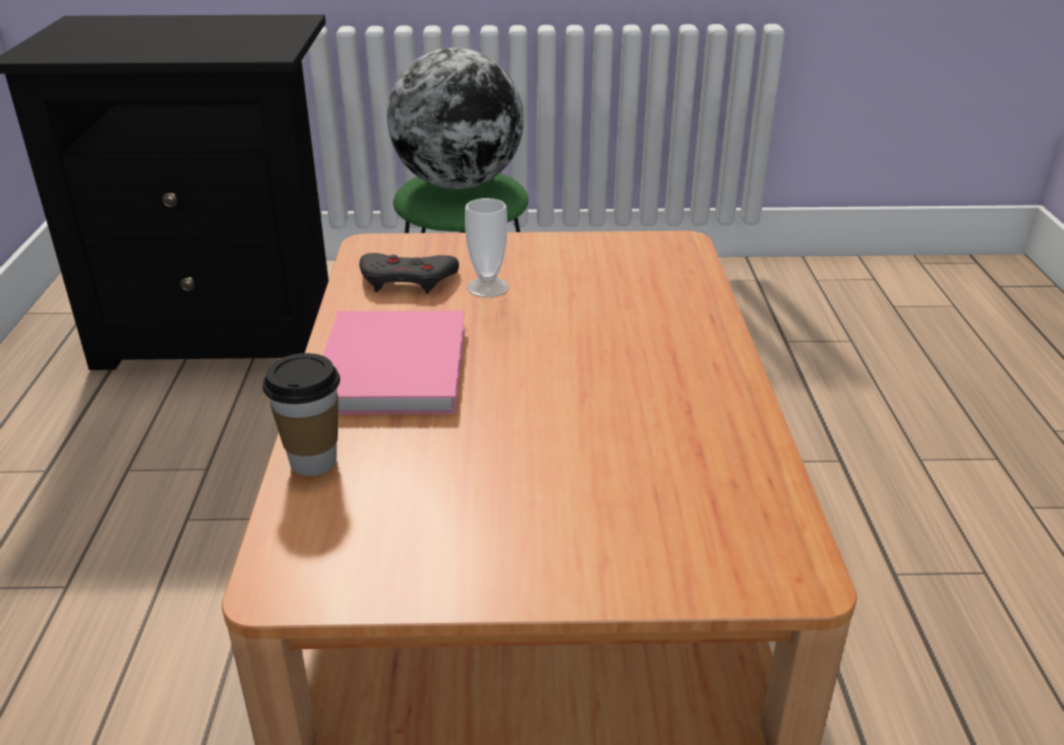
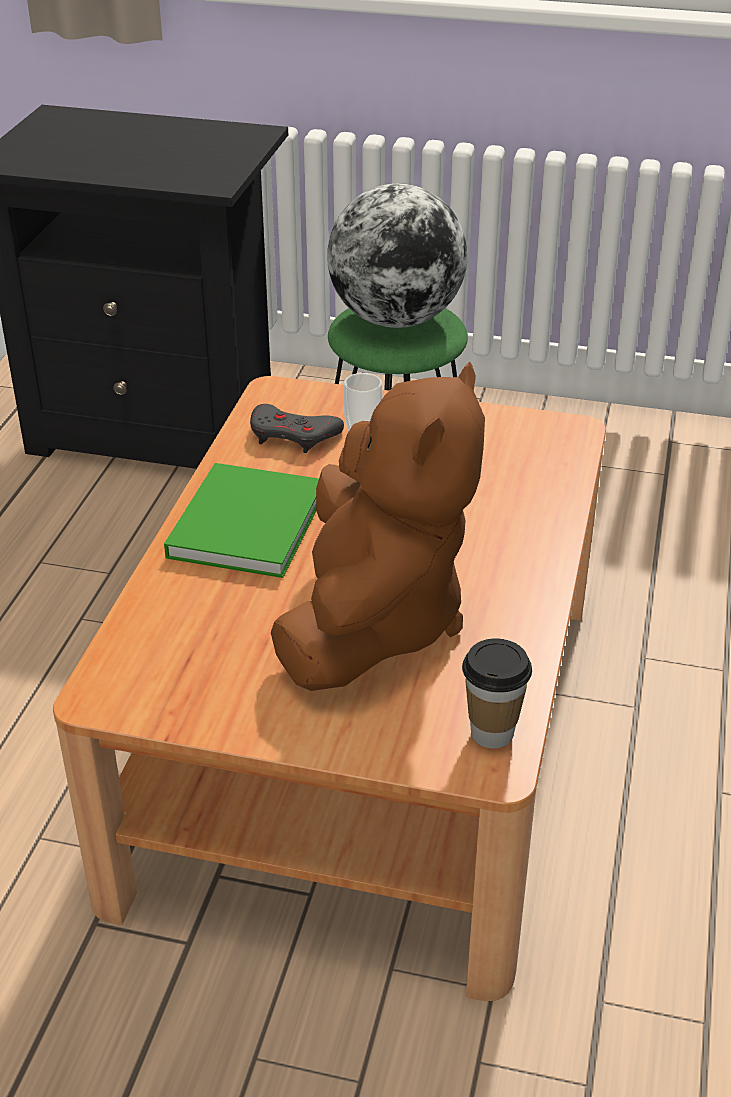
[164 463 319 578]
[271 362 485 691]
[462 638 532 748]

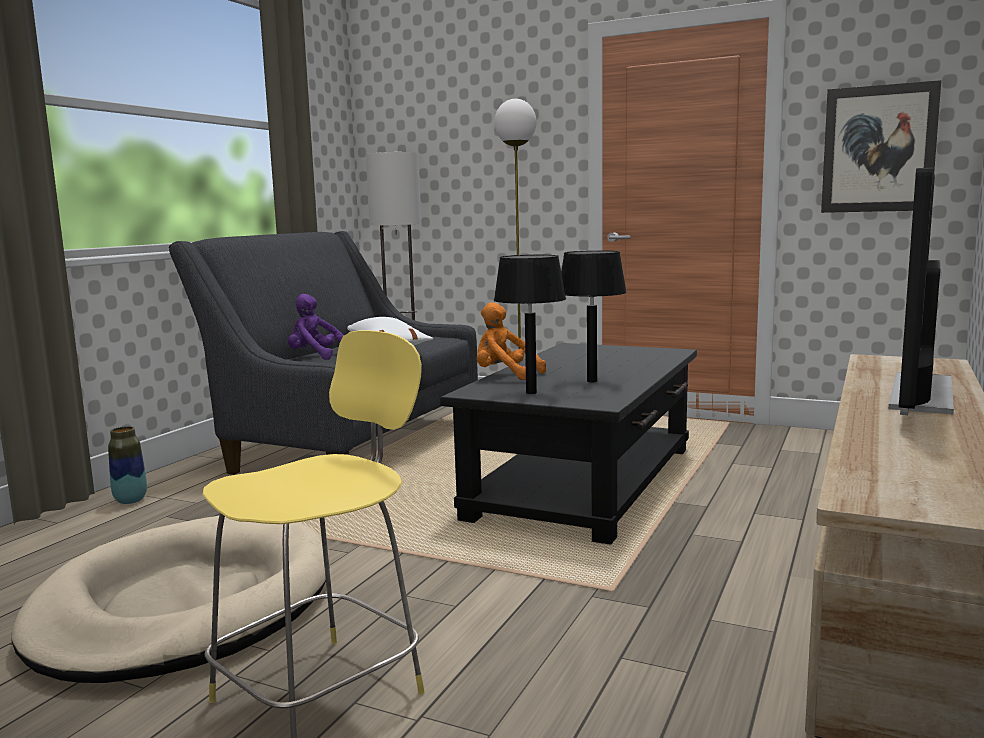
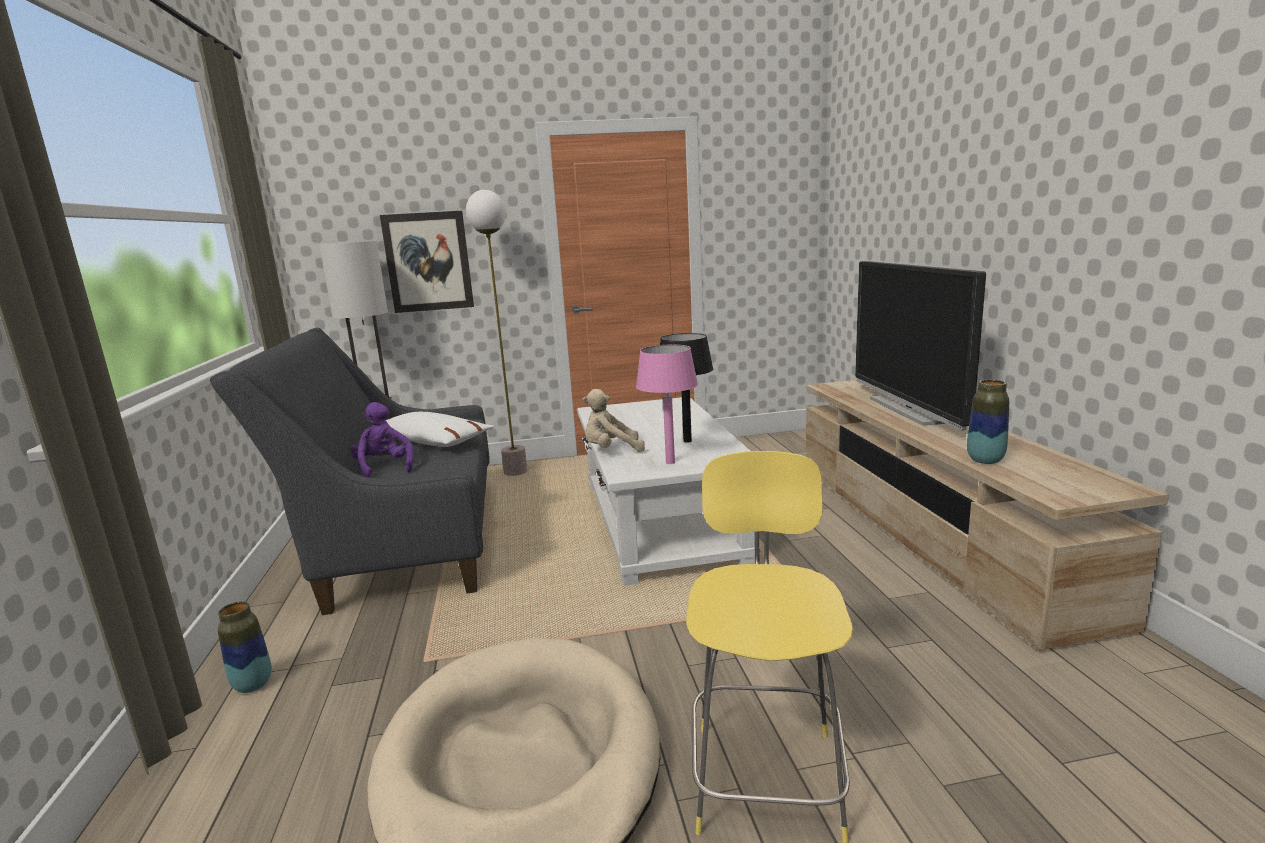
[350 402 414 477]
[380 211 474 313]
[577 397 760 586]
[583 389 645 452]
[636 345 698 464]
[967 380 1009 464]

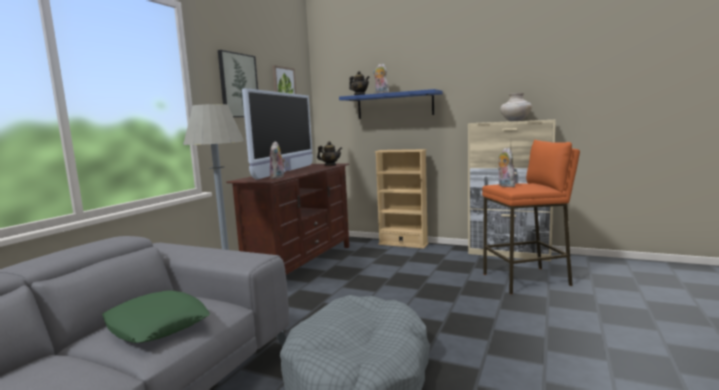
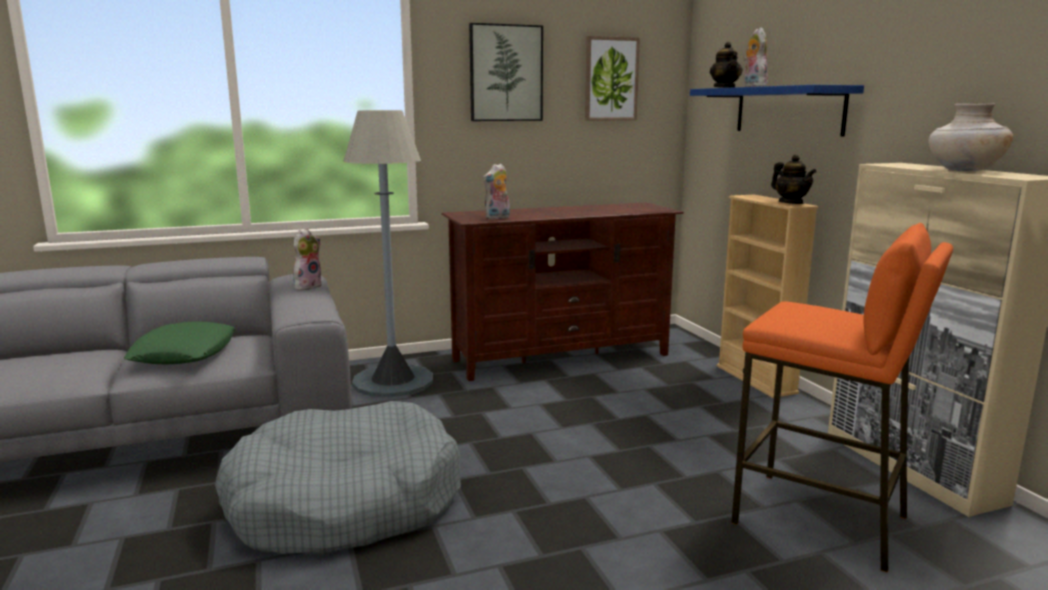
[293 229 322 290]
[771 155 817 204]
[242 88 313 180] (first image)

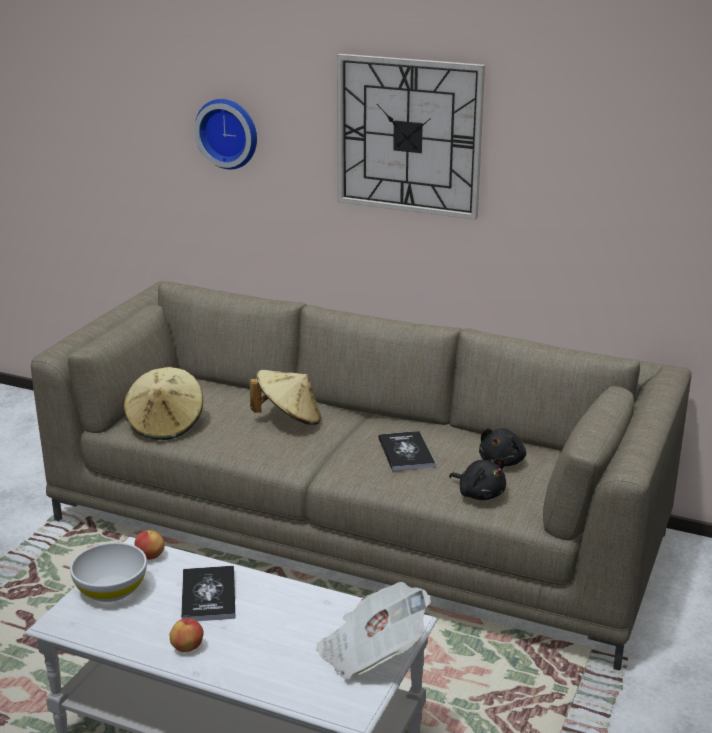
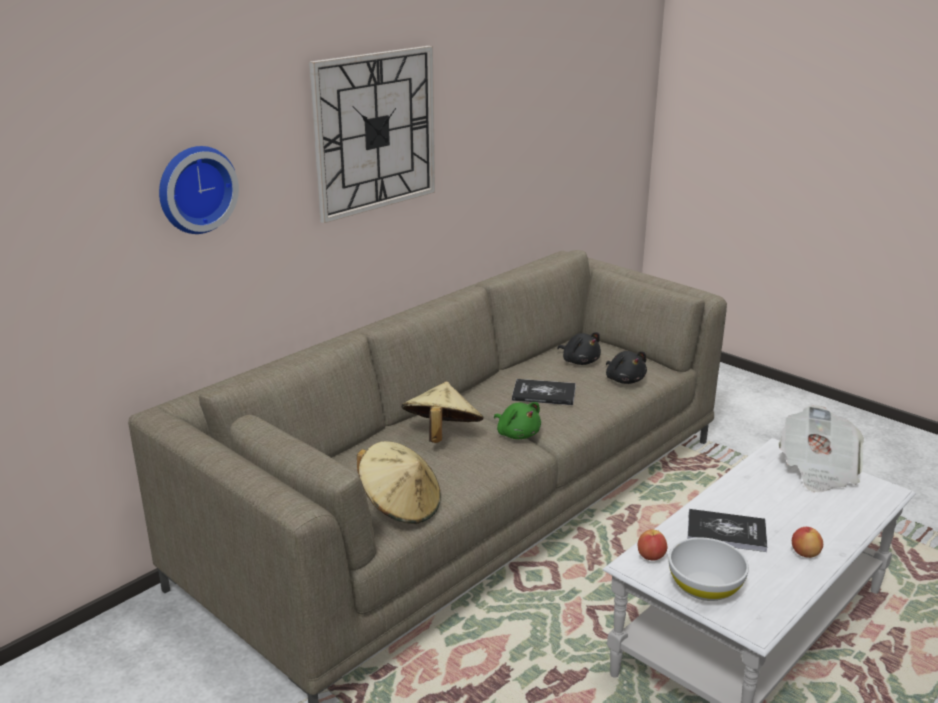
[494 402 541 439]
[606 351 647 384]

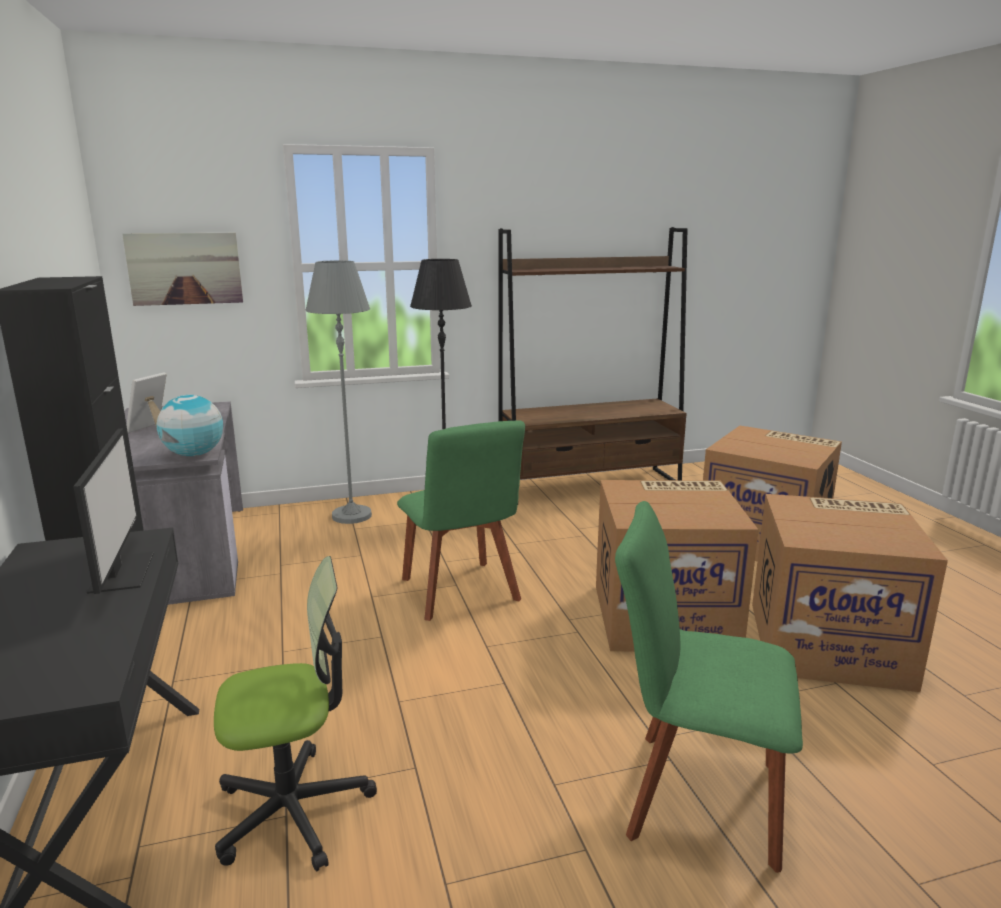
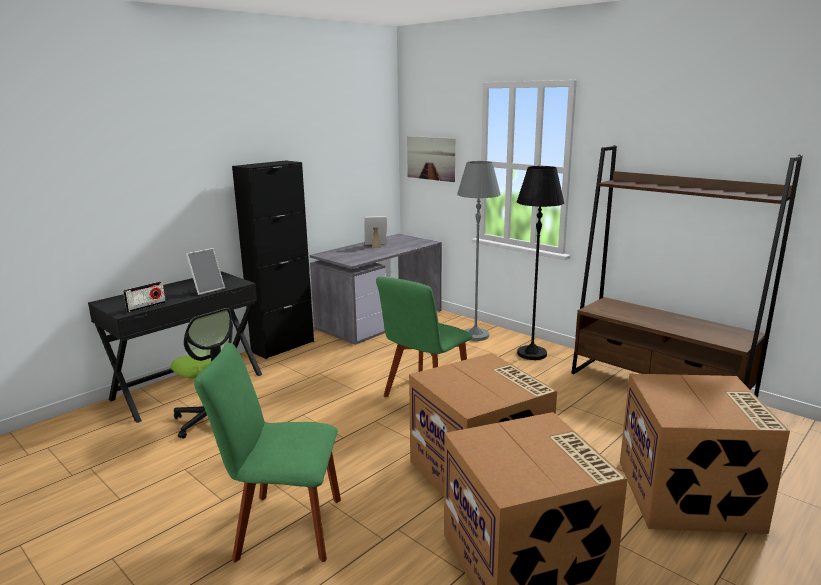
[123 282 166 312]
[186 248 225 295]
[194 343 341 563]
[157 395 223 456] (first image)

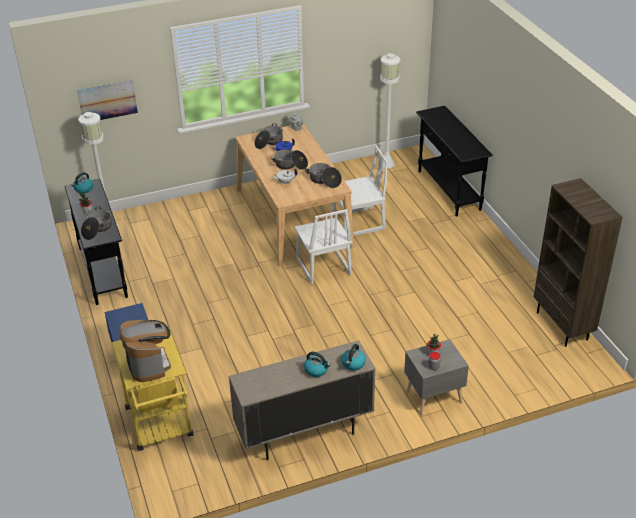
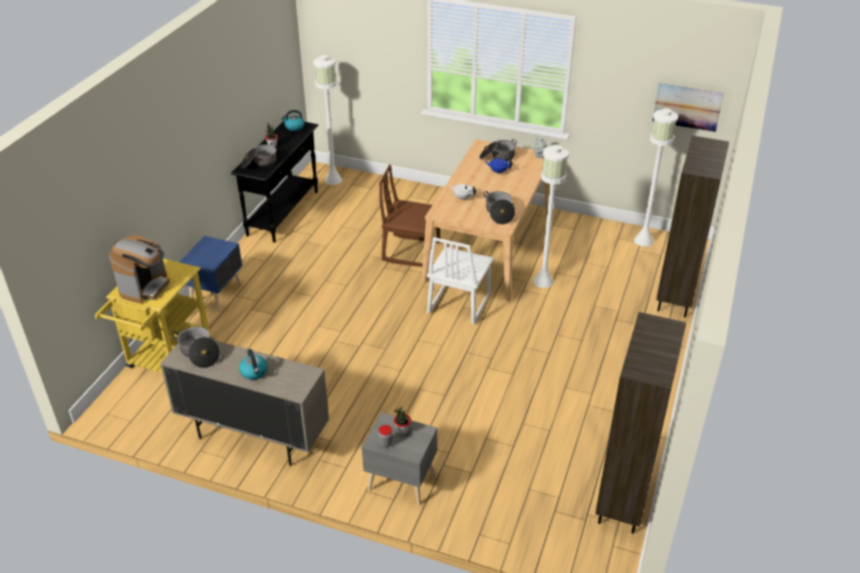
[172 326 220 368]
[379 164 440 267]
[533 145 569 288]
[652 83 724 132]
[656 136 729 317]
[341 344 366 371] (first image)

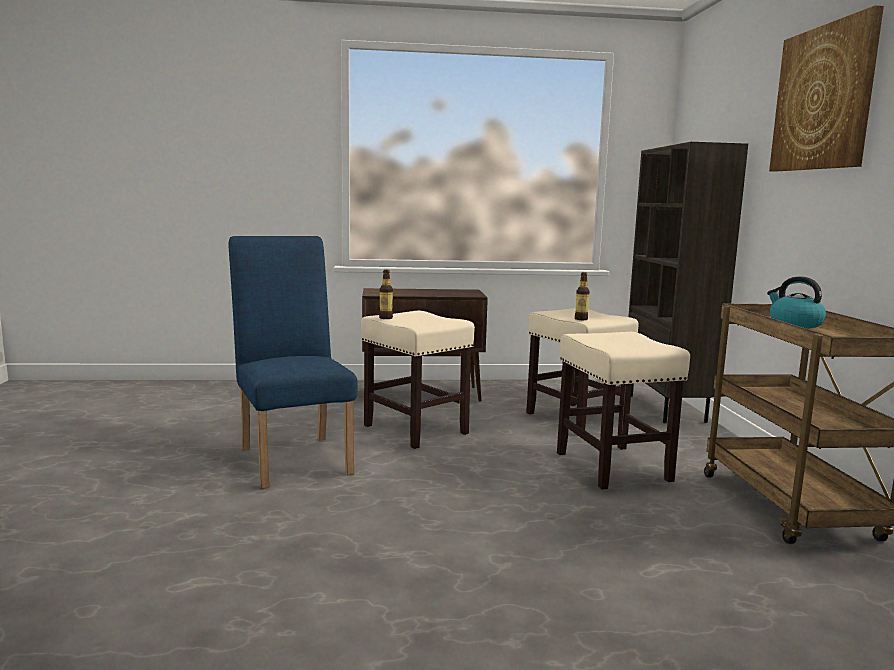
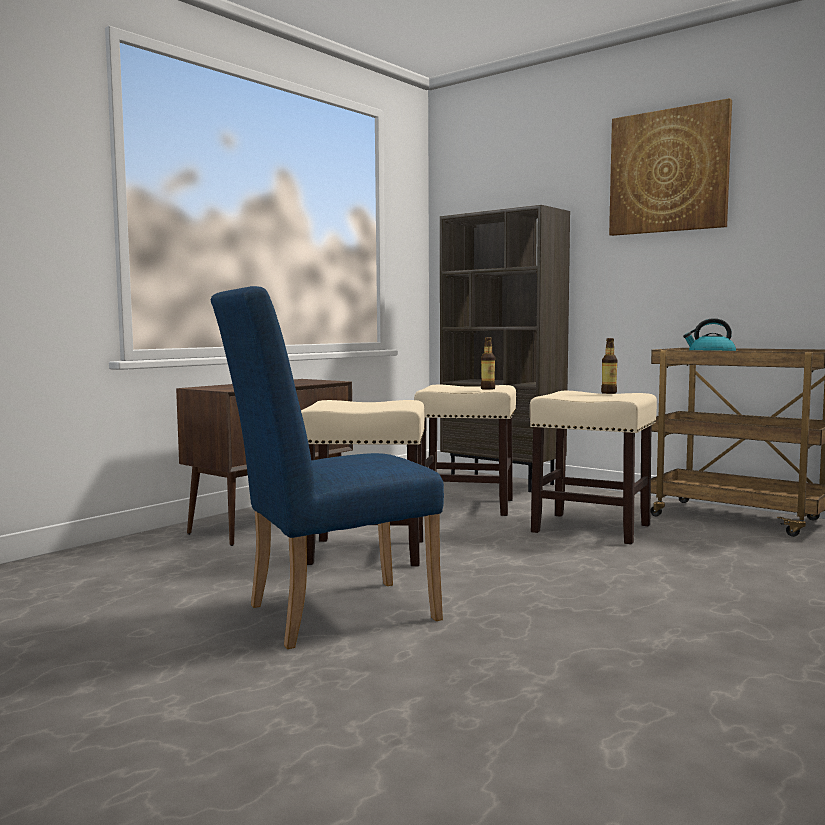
[211 286 444 649]
[601 338 617 394]

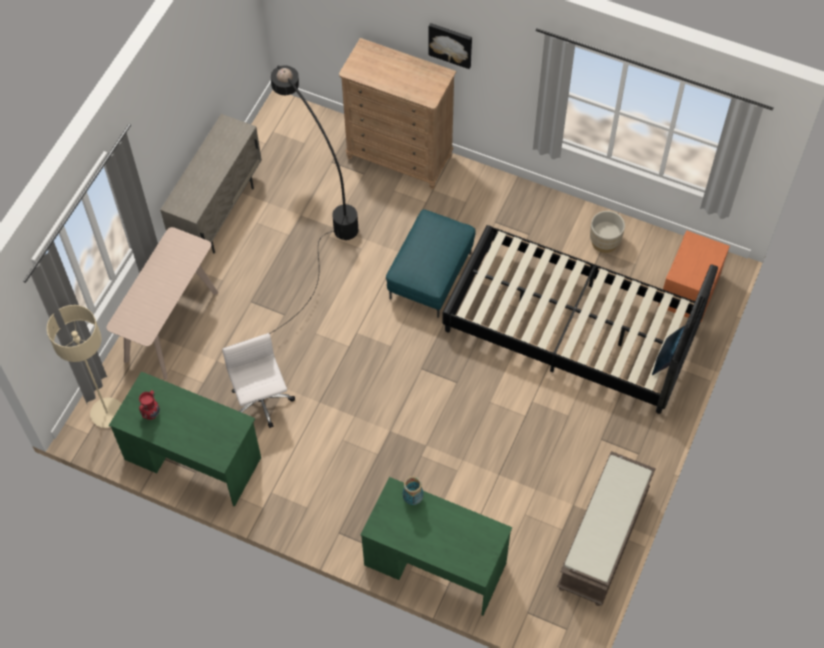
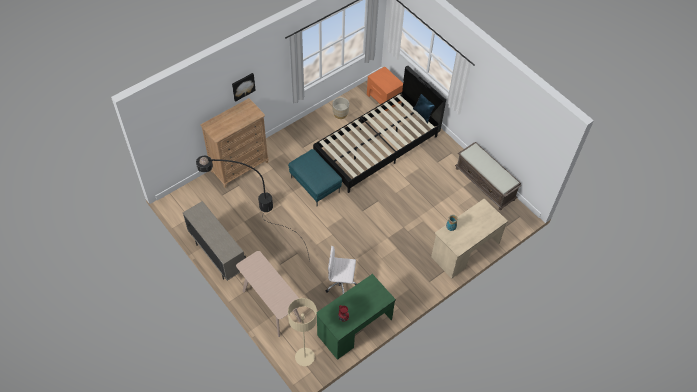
[431 199 508 278]

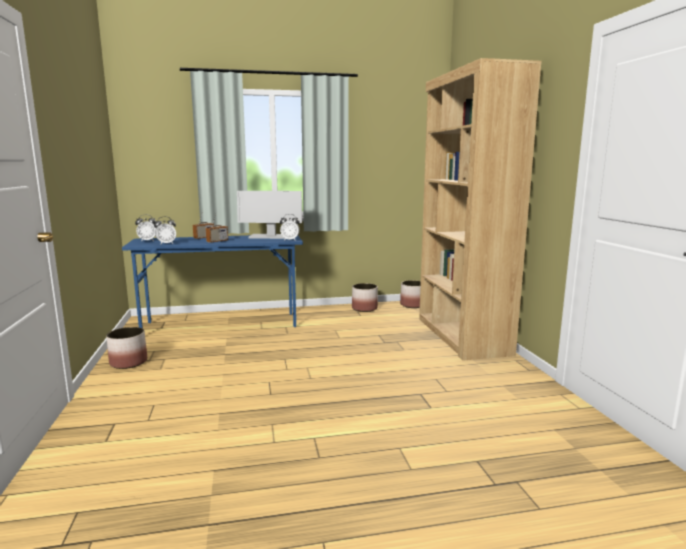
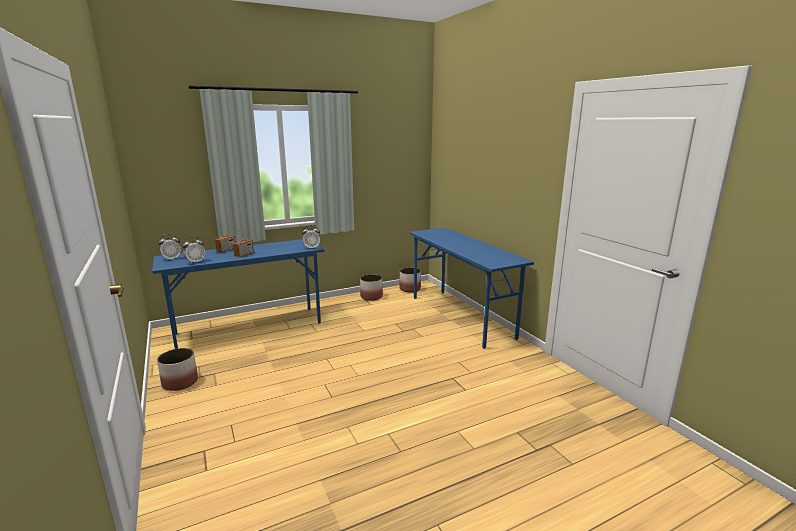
[409 228 534 349]
[237 191 302 239] (first image)

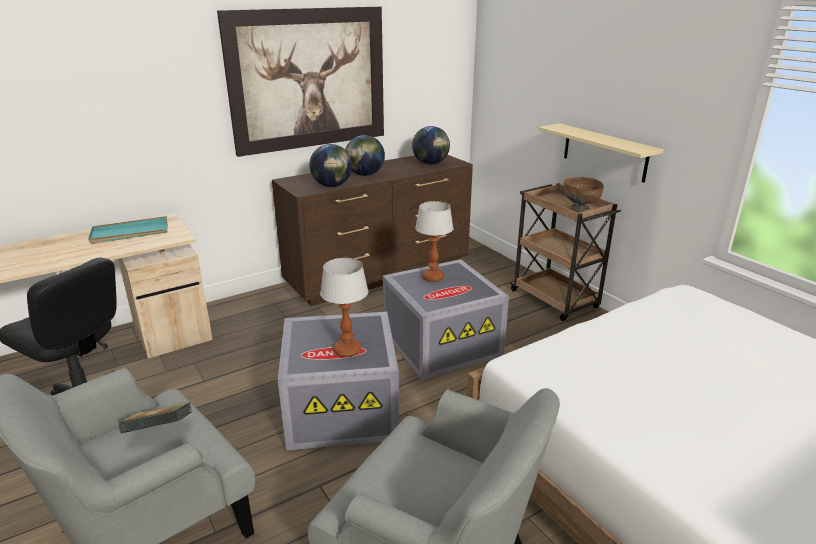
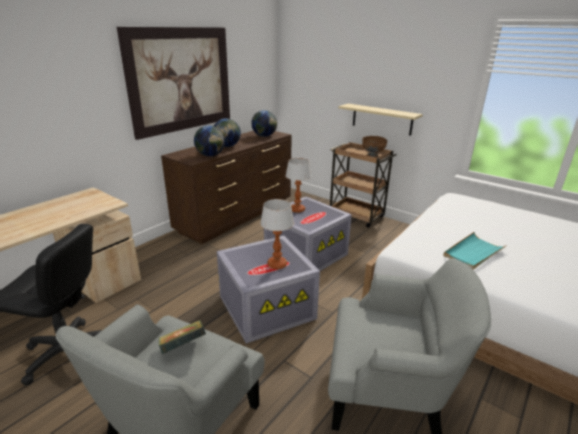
[443 232 507 270]

